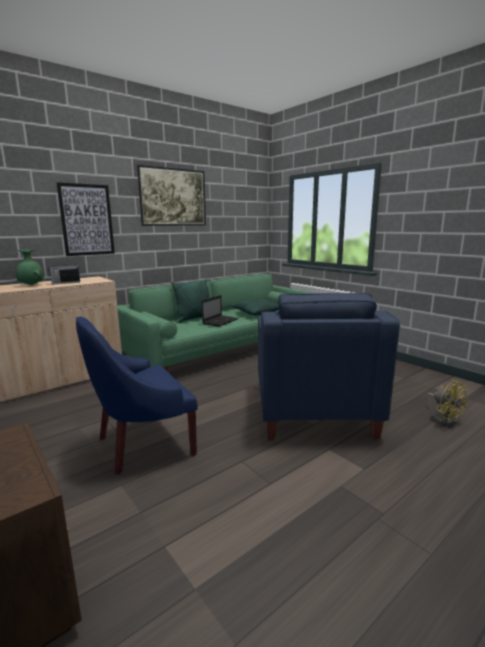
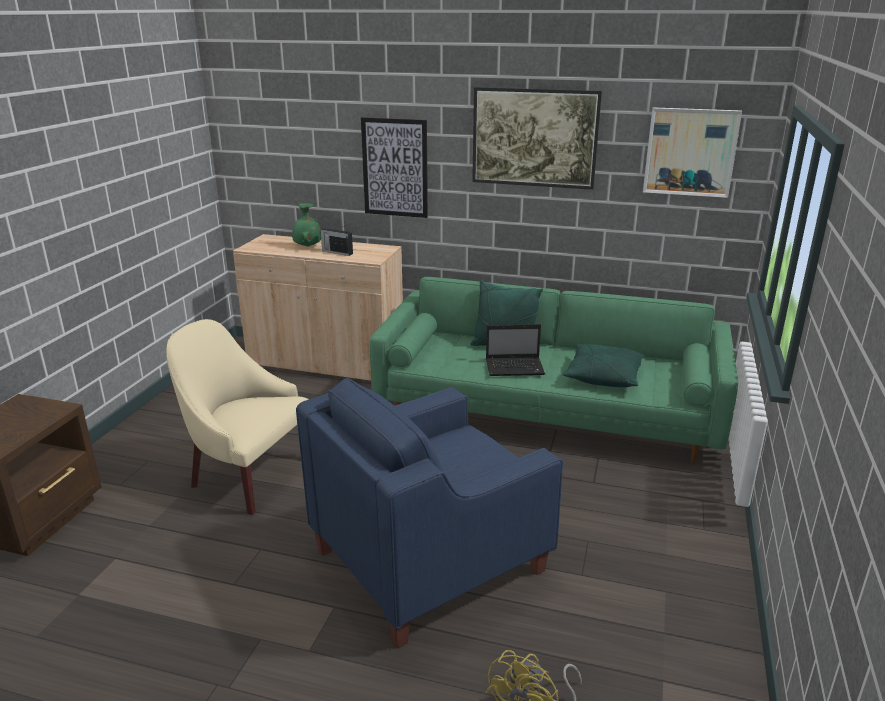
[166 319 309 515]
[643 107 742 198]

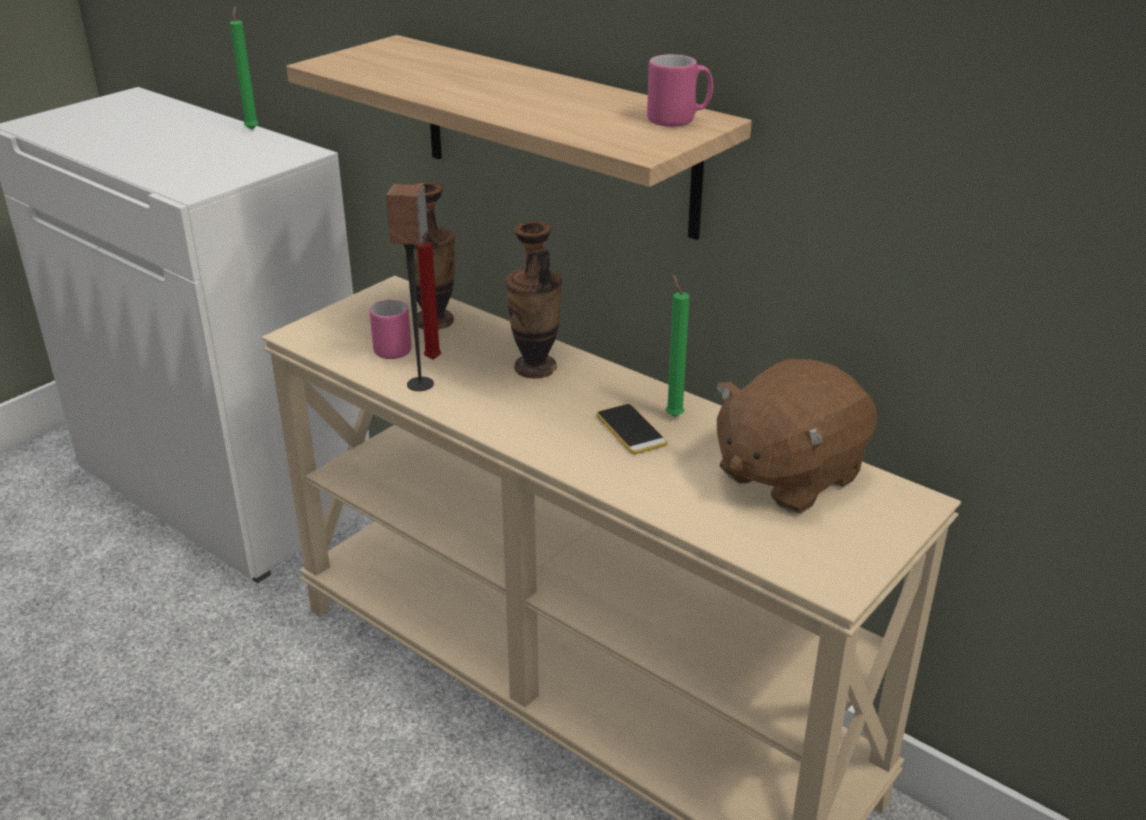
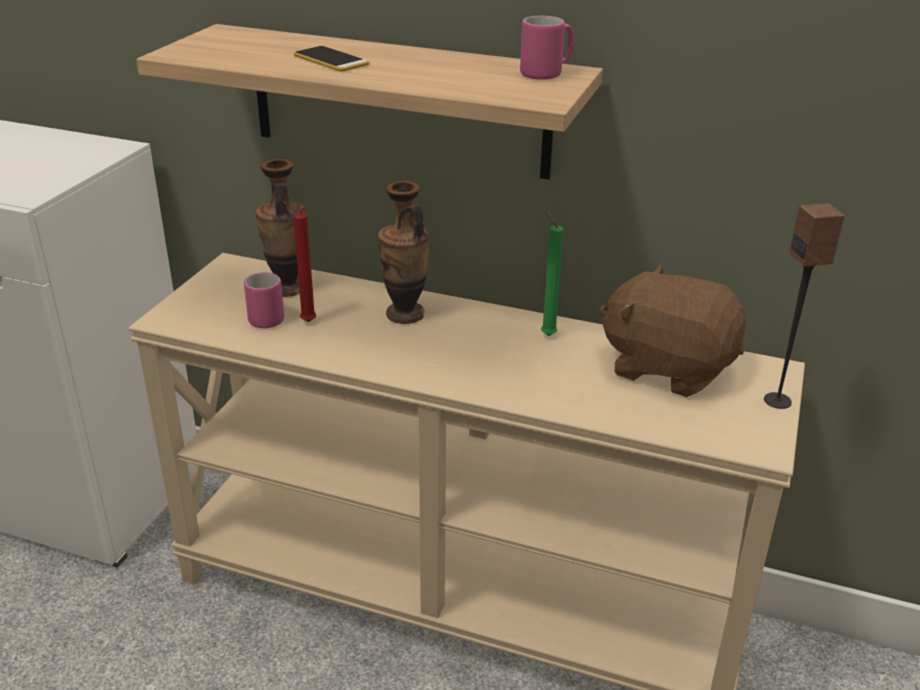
[294 46 369 72]
[599 264 746 397]
[764 203 845 409]
[230 7 259 130] (first image)

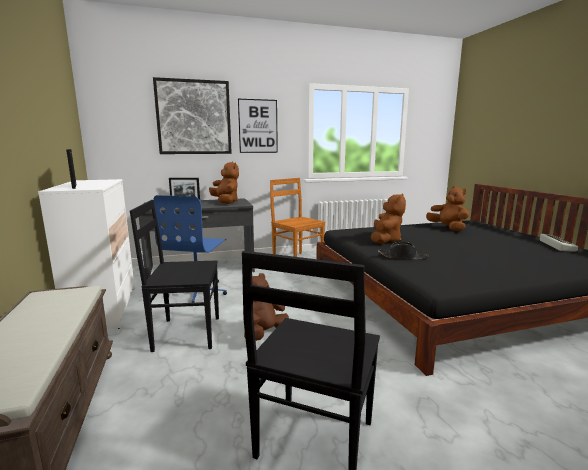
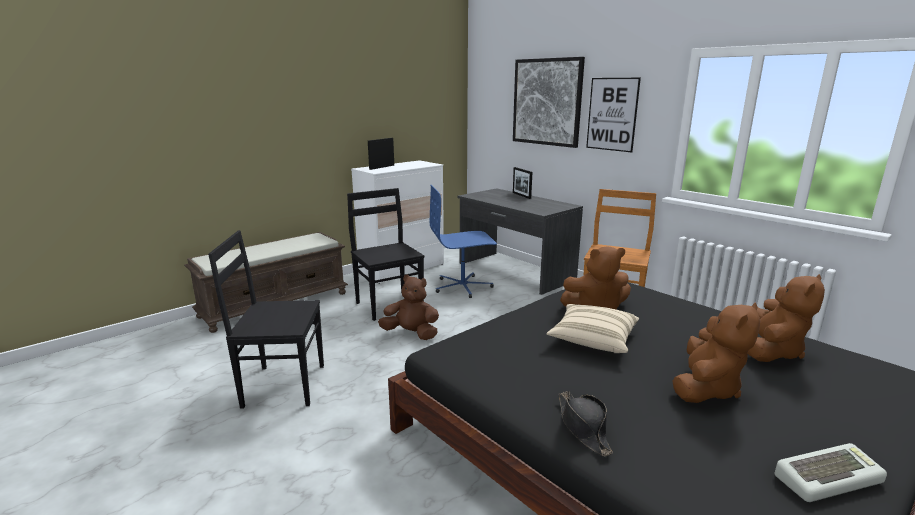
[547 304 639 353]
[559 391 613 456]
[672 302 760 403]

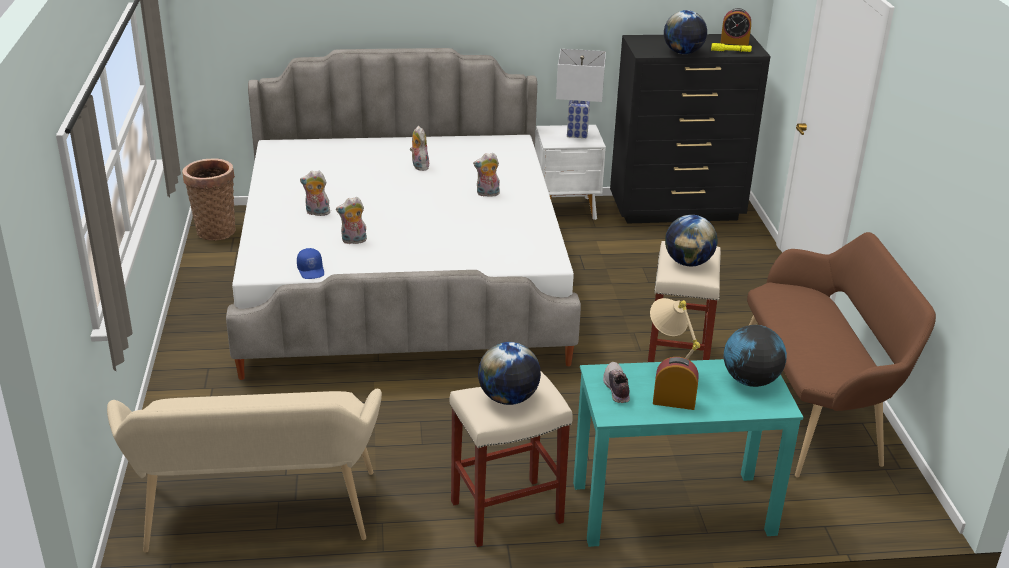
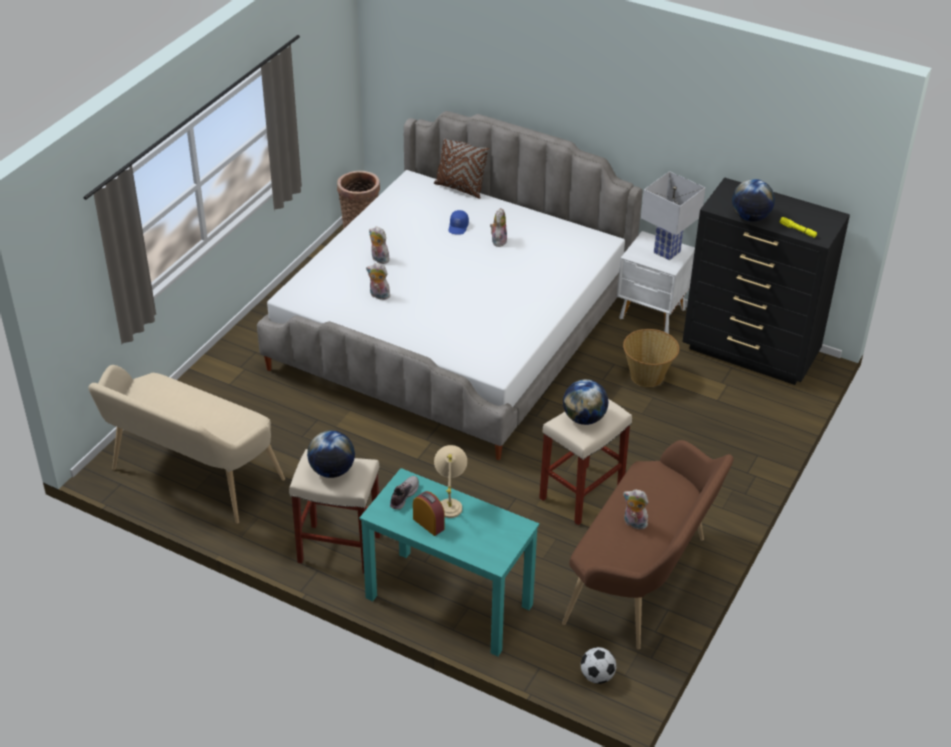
[434 139 490 199]
[449 210 469 235]
[581 647 616 684]
[623 329 679 387]
[623 489 648 530]
[721 8 751 46] (first image)
[724 325 787 387] (first image)

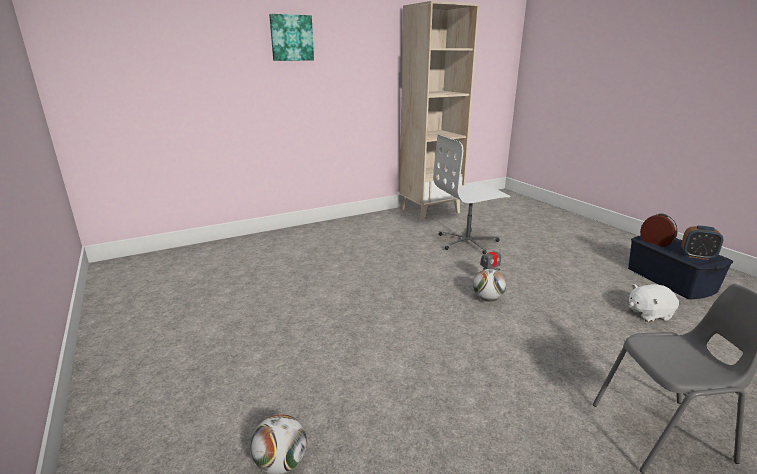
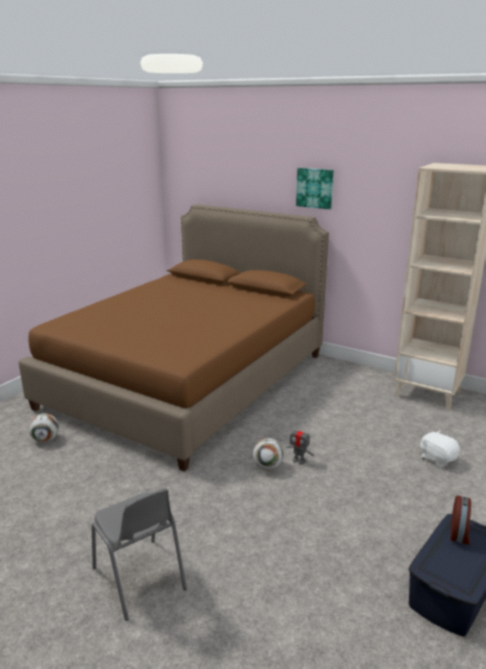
[19 204 329 471]
[420 431 460 468]
[433 135 511 254] (first image)
[681 226 723 260] (first image)

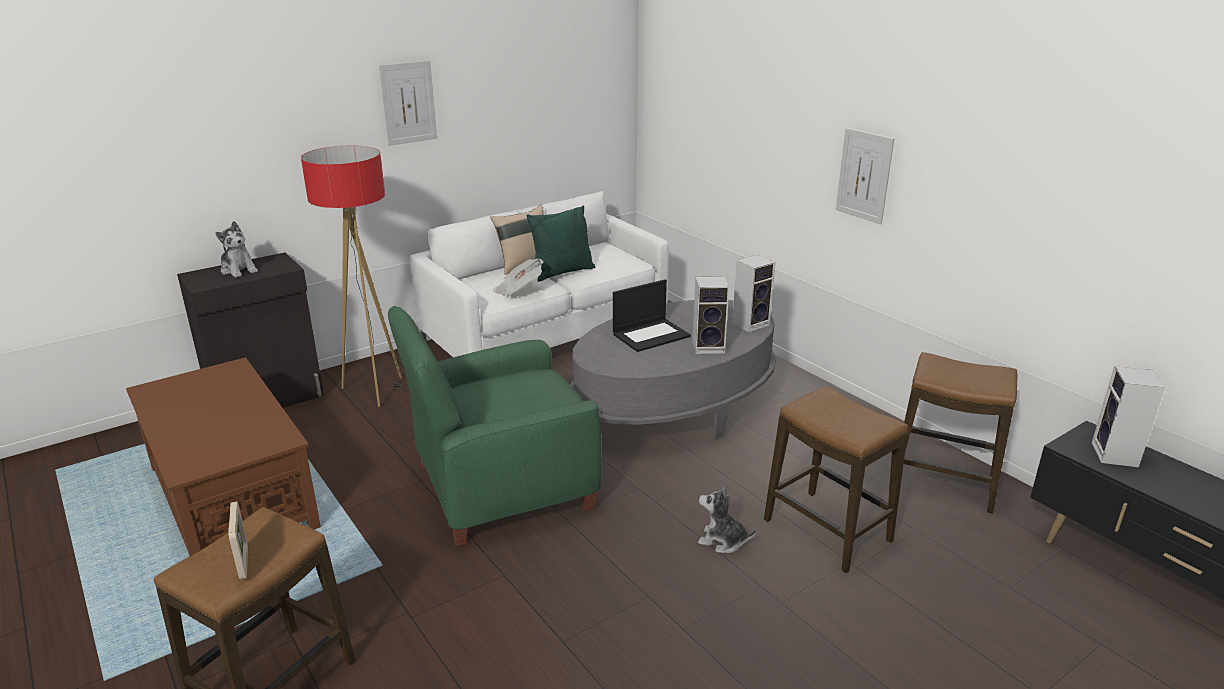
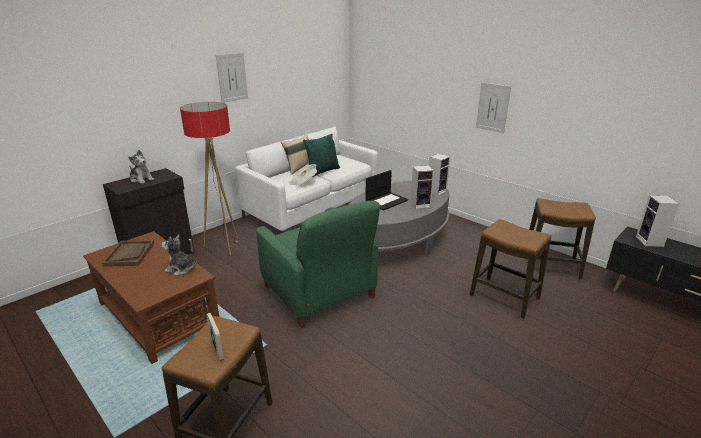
[102 240 154 267]
[161 234 197 275]
[256 201 380 328]

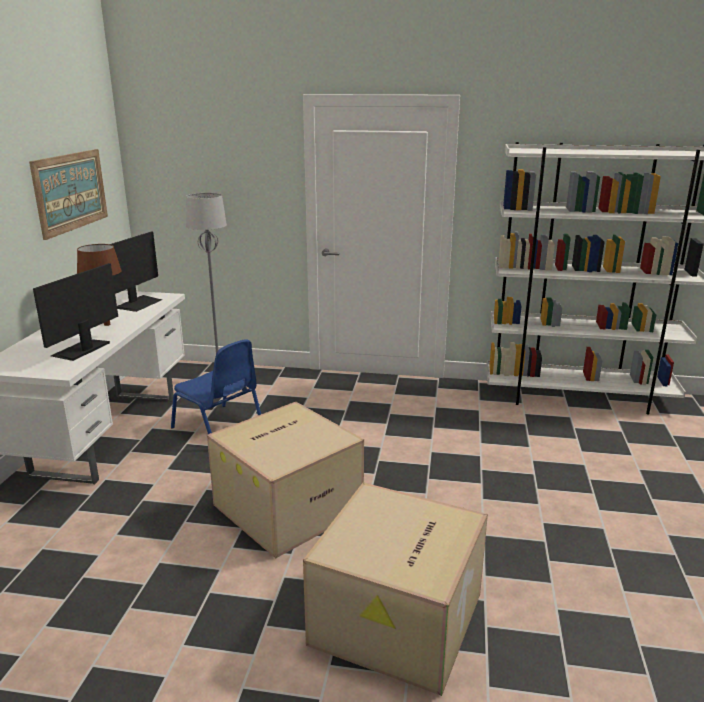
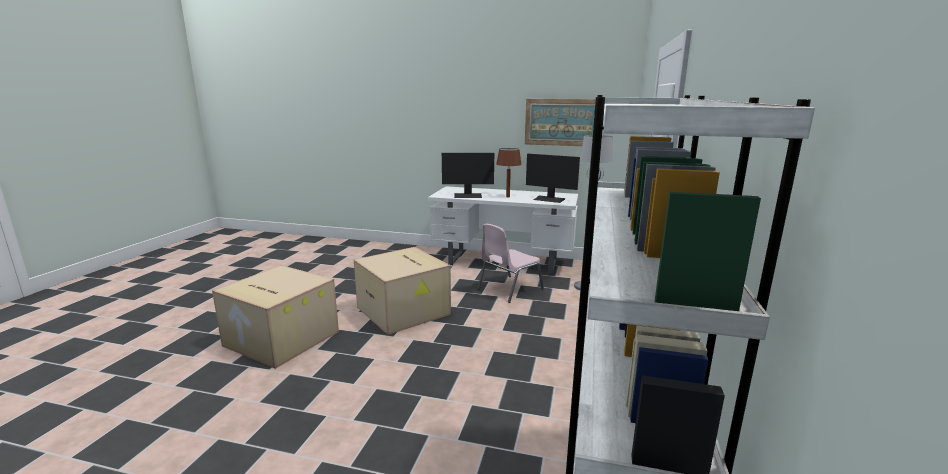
[442 153 494 198]
[478 224 544 303]

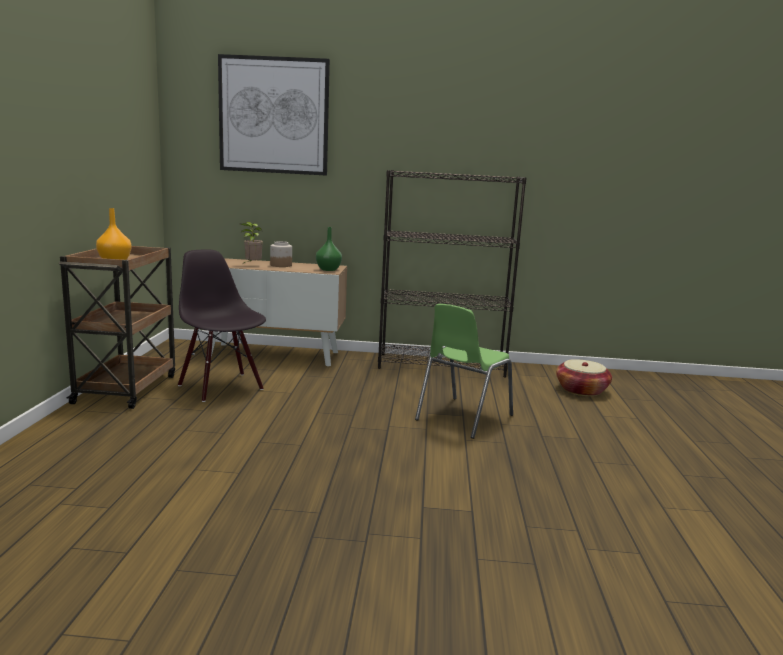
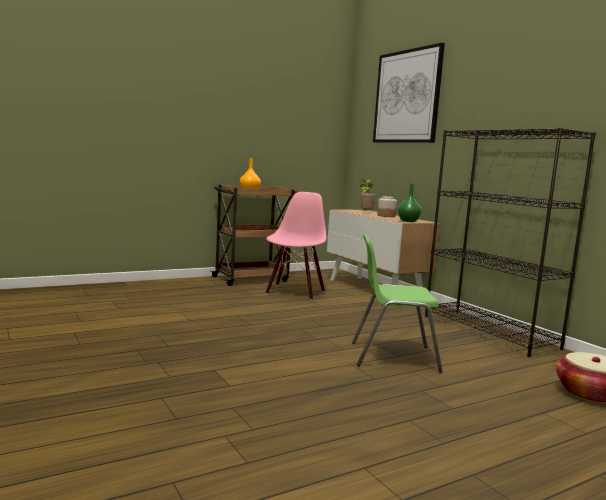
[266 192 327 300]

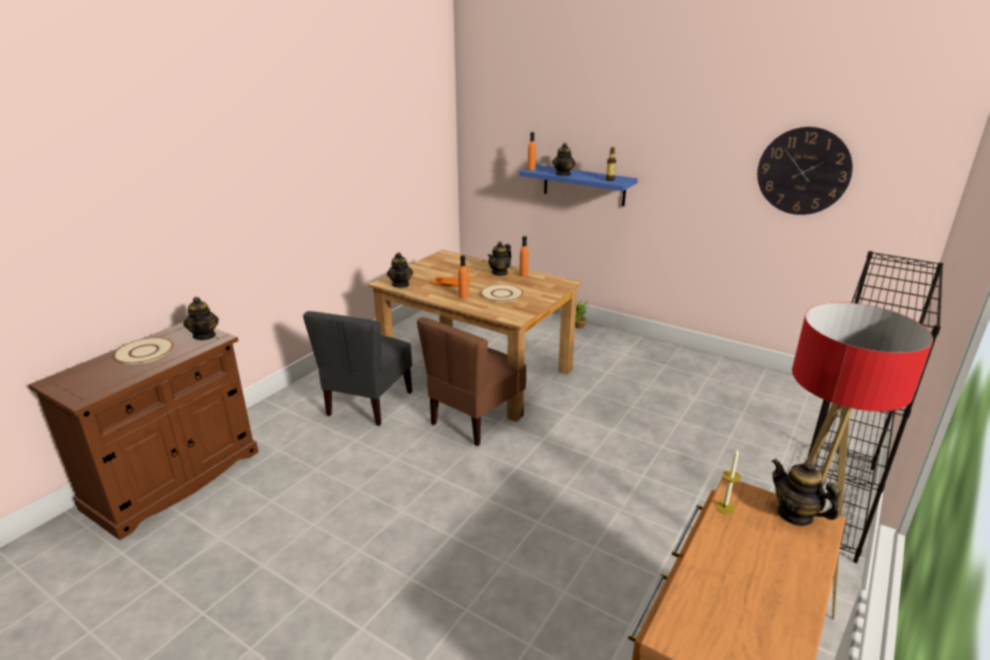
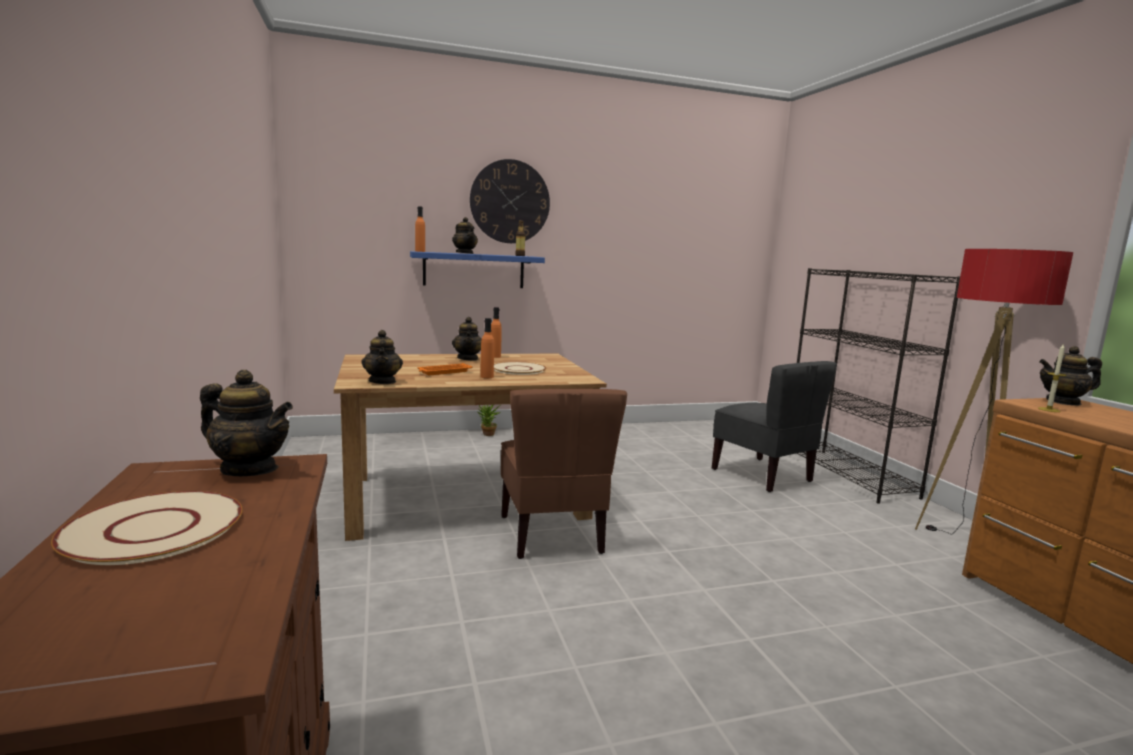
[361 330 403 384]
[470 159 550 243]
[712 361 837 492]

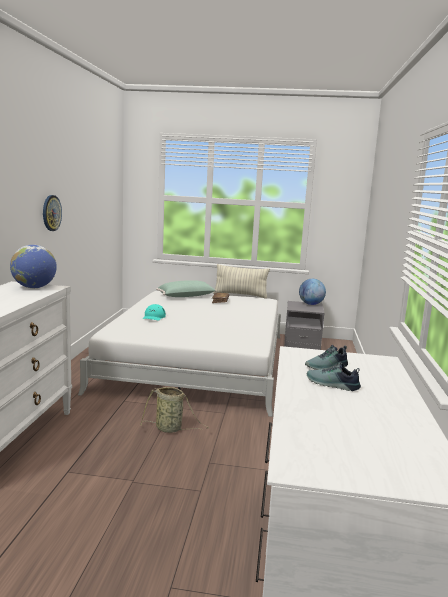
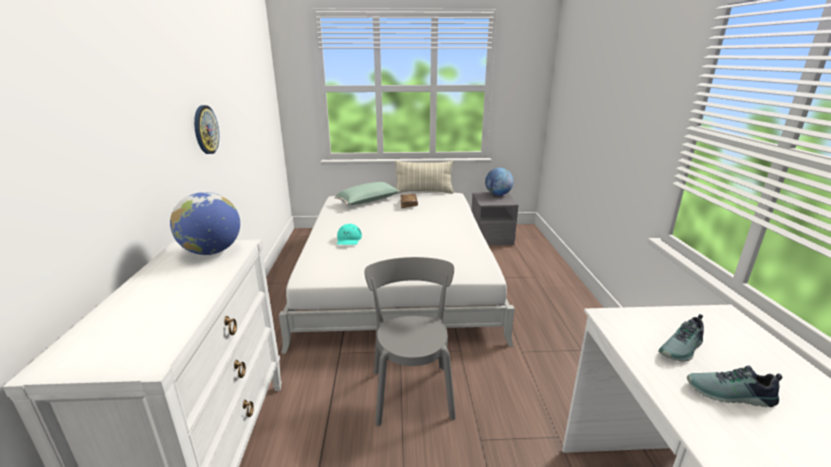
[364 257 456 426]

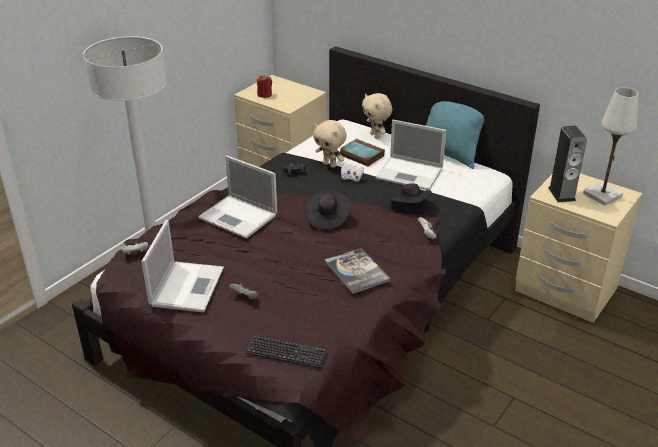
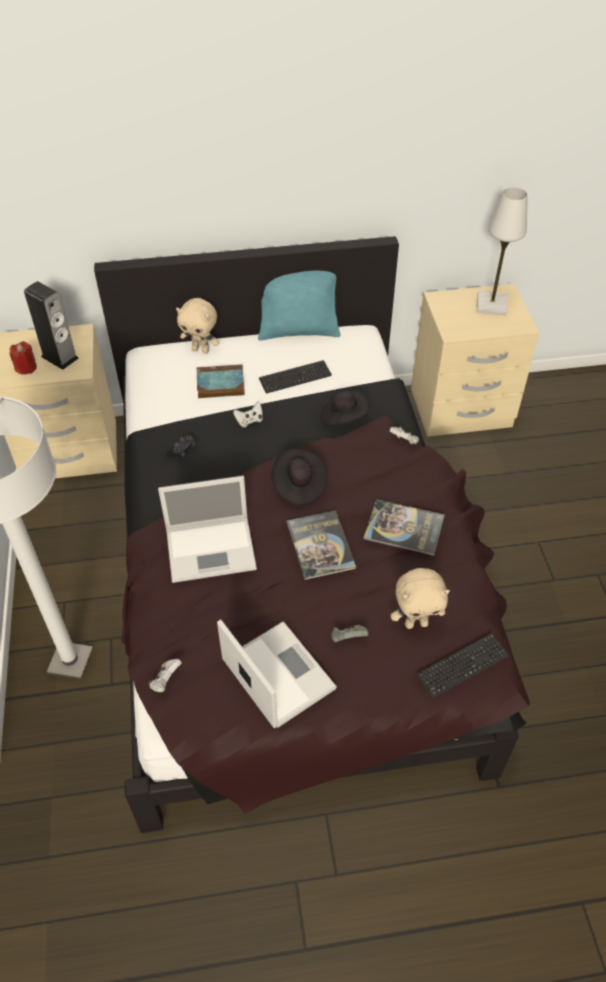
[24 281 79 370]
[259 360 332 394]
[287 510 356 580]
[391 568 450 629]

